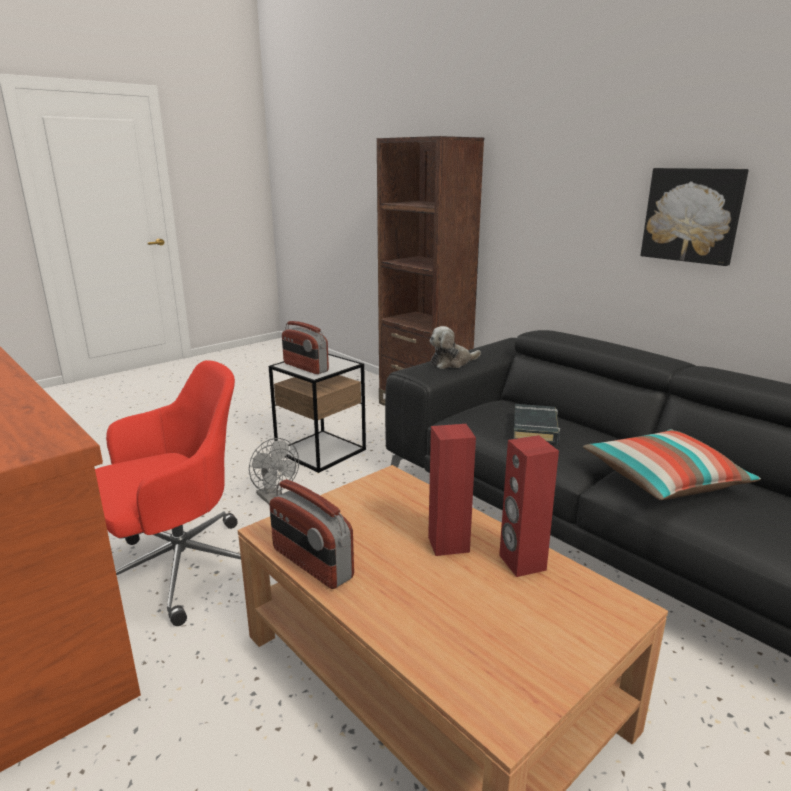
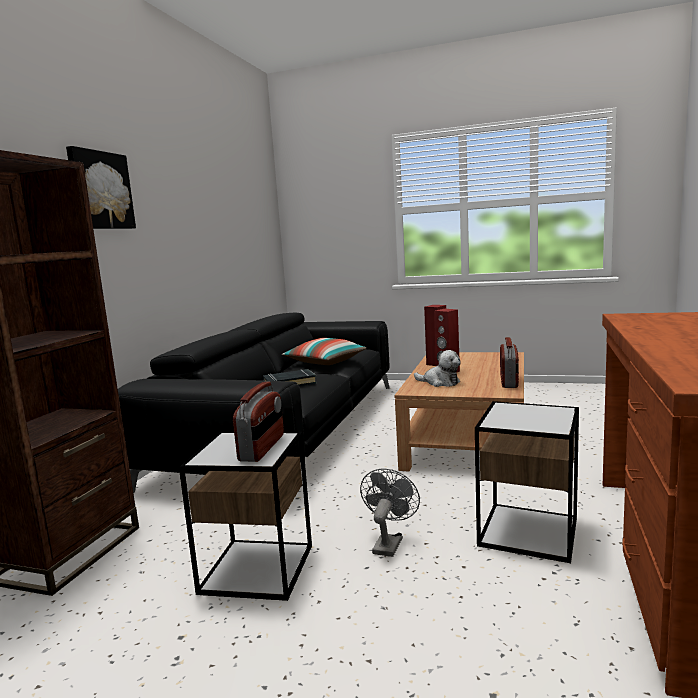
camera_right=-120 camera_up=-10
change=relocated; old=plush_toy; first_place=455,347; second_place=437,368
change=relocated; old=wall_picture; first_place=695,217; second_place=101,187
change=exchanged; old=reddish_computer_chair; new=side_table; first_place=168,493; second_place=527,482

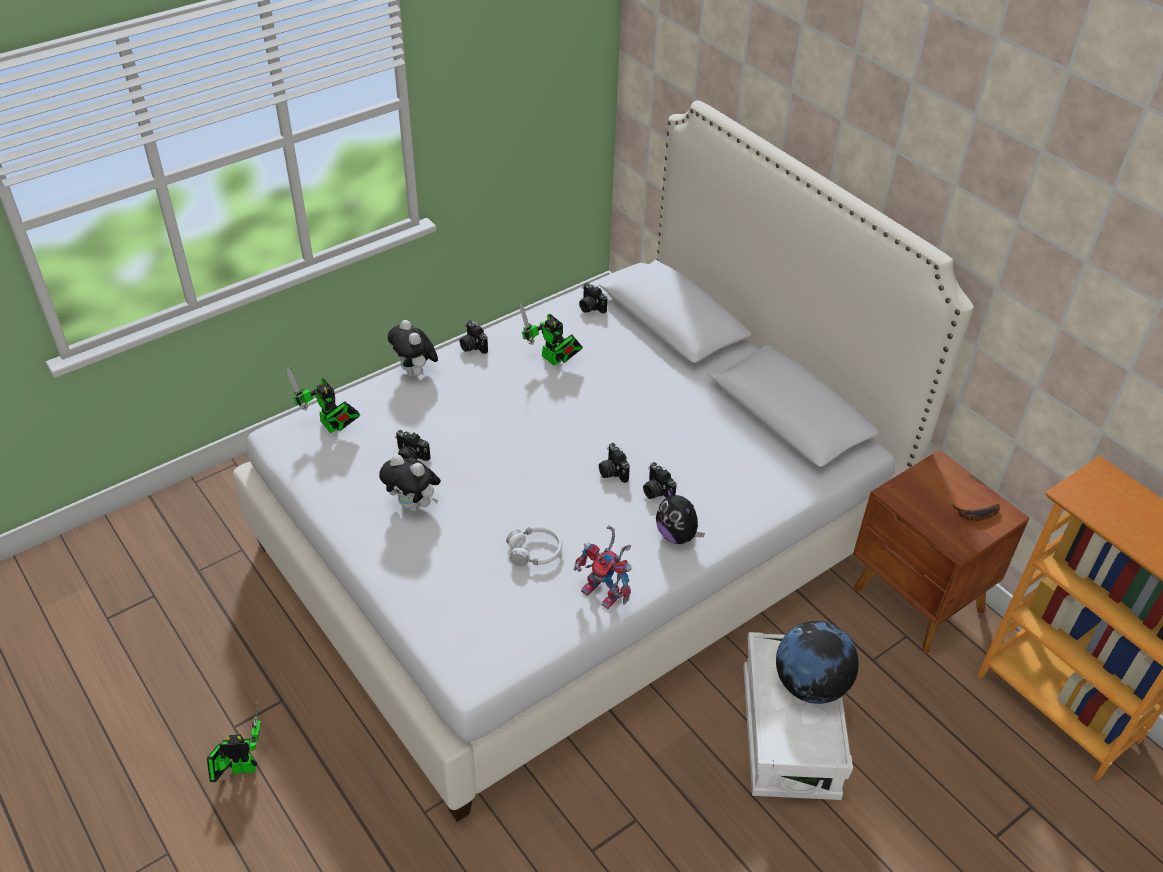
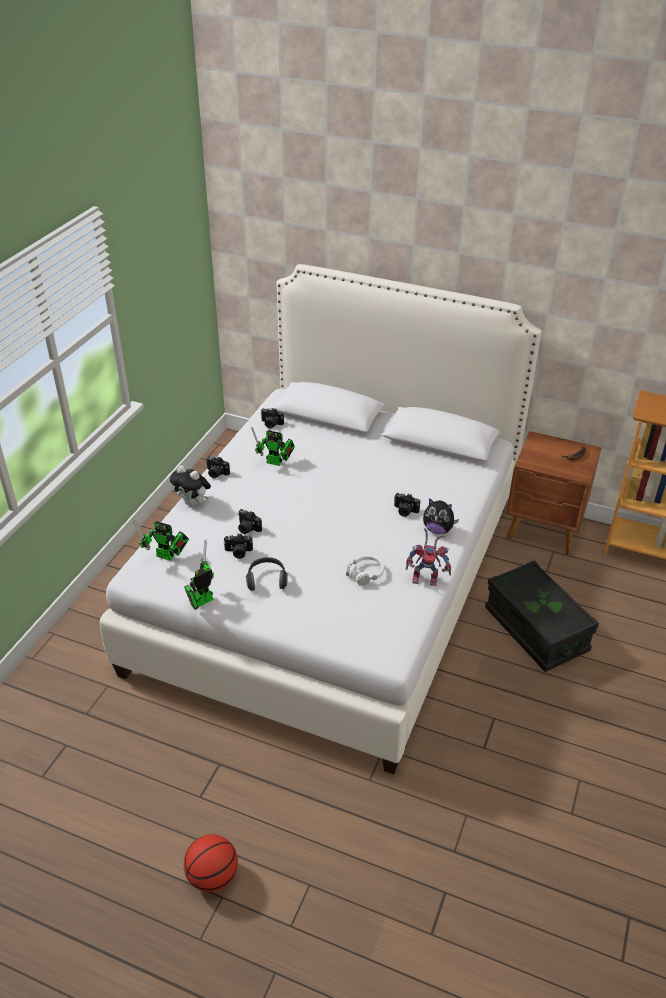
camera_right=-30 camera_up=-5
change=missing; old=desk_globe; first_place=817,662
change=appeared; new=ball_for_basketball; second_place=211,863
change=relocated; old=toy_robot; first_place=233,741; second_place=199,574
change=relocated; old=still_camera; first_place=614,463; second_place=250,521
change=exchanged; old=plush_toy; new=headphones; first_place=410,483; second_place=267,574
change=colour; old=white_storage_bin; new=blackish_storage_bin; first_place=798,716; second_place=542,616

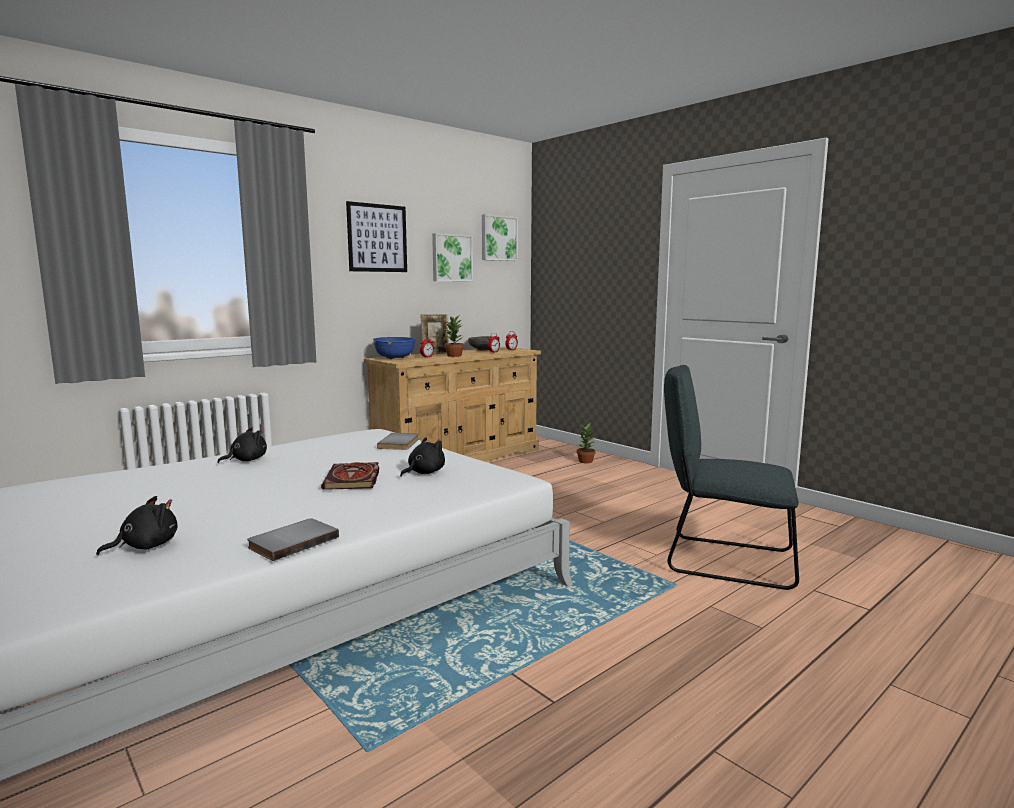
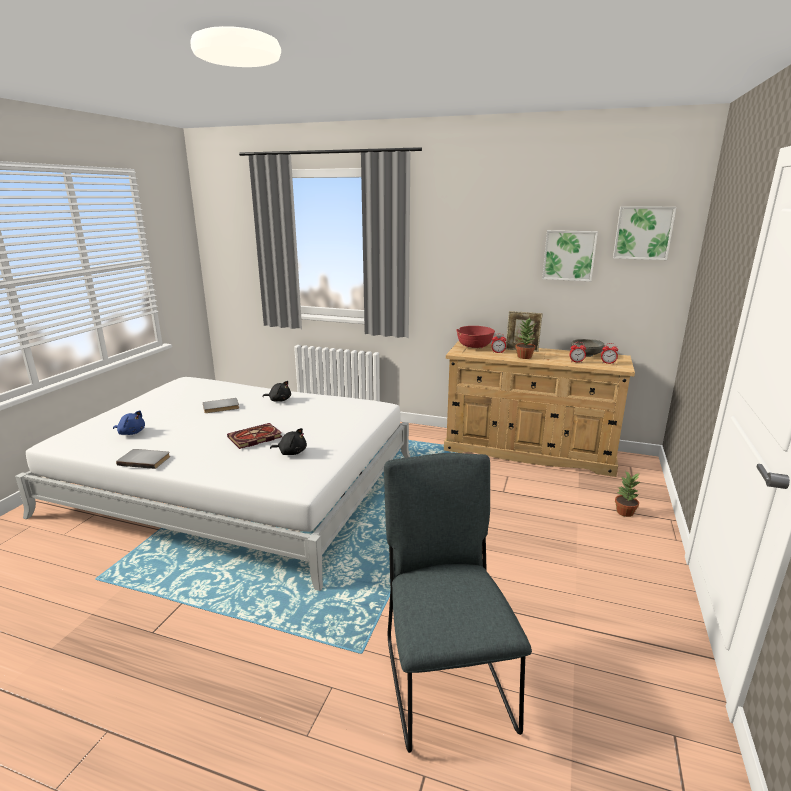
camera_right=60 camera_up=10
change=missing; old=wall_picture; first_place=376,236
change=relocated; old=grey_bound_book; first_place=398,441; second_place=221,405
change=colour; old=blackish_plush_toy; new=blue_plush_toy; first_place=137,526; second_place=129,422
change=colour; old=blue_bowl; new=reddish_bowl; first_place=394,348; second_place=475,337

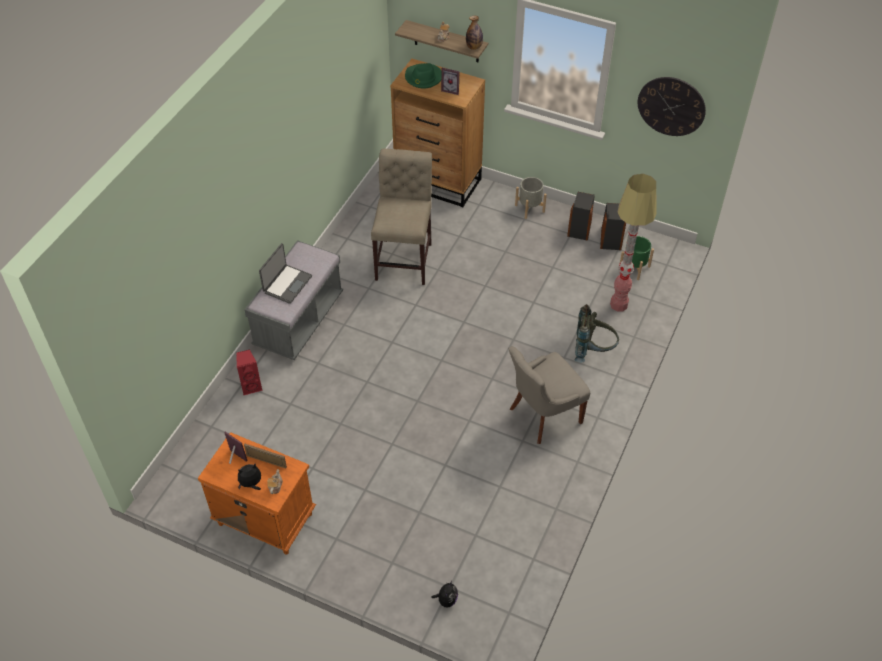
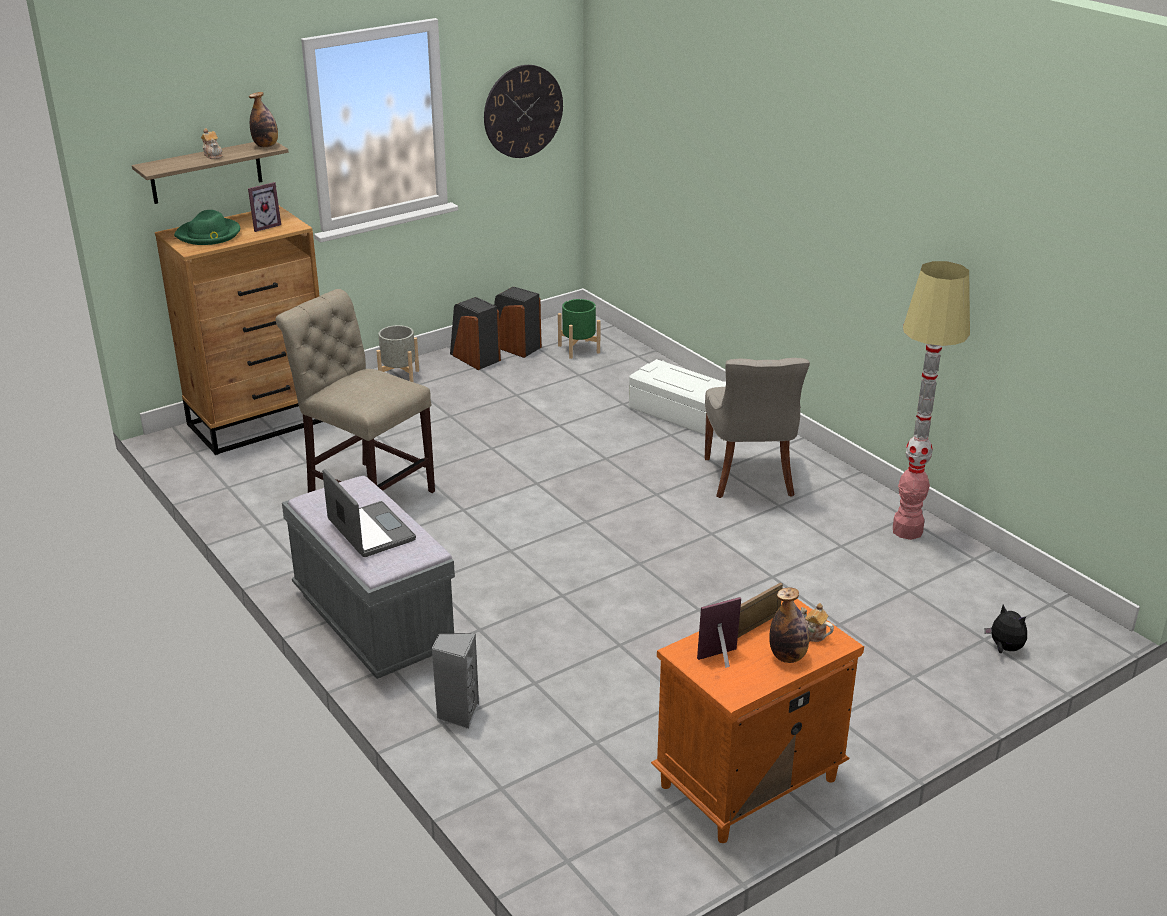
camera_right=-60 camera_up=-20
change=relocated; old=standing_lamp; first_place=633,243; second_place=931,400
change=exchanged; old=plush_toy; new=bottle; first_place=249,477; second_place=789,625
change=exchanged; old=grey_knapsack; new=white_storage_bin; first_place=597,333; second_place=677,397
change=colour; old=reddish_loudspeaker; new=grey_loudspeaker; first_place=249,372; second_place=455,681

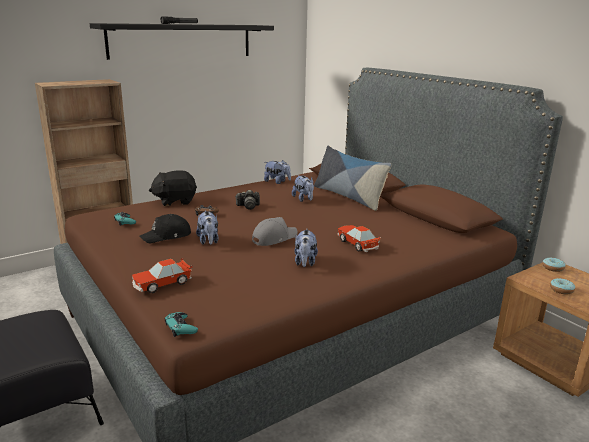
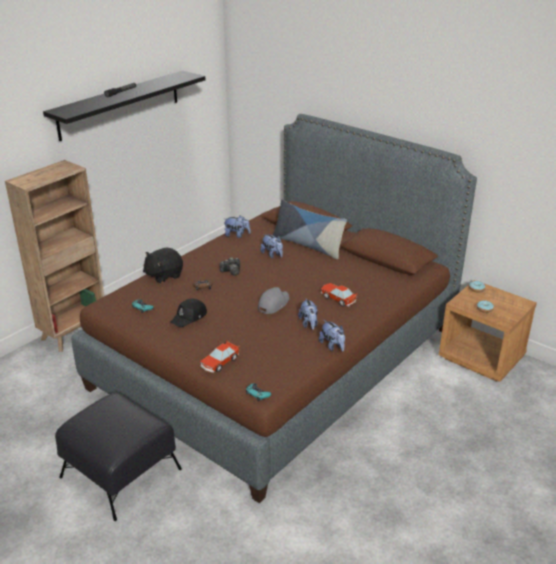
camera_right=-15 camera_up=10
change=relocated; old=plush_toy; first_place=207,227; second_place=332,336

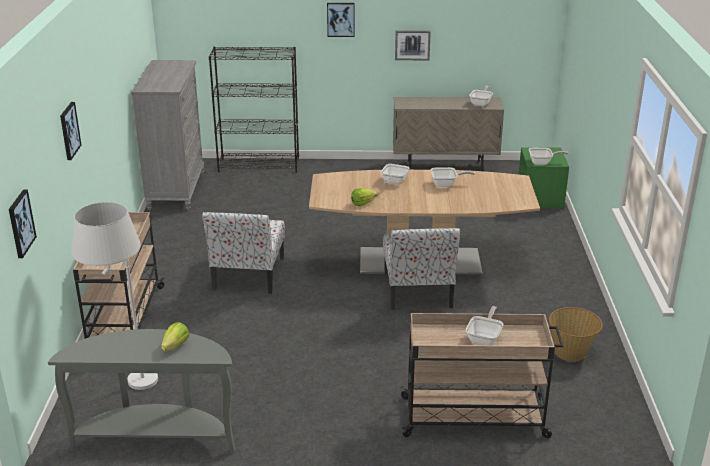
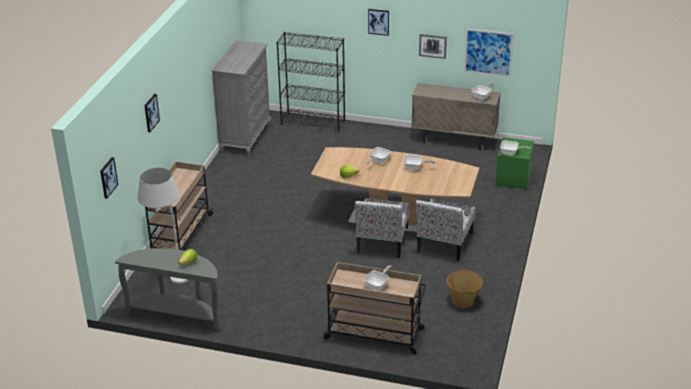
camera_right=15 camera_up=5
change=appeared; new=wall_picture; second_place=489,53
change=relocated; old=upright_chair; first_place=243,253; second_place=446,230

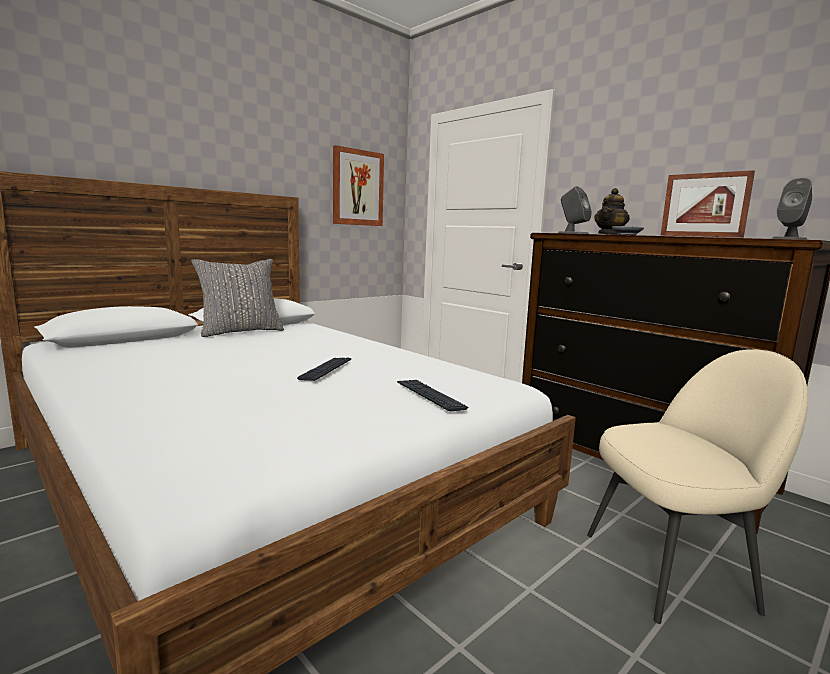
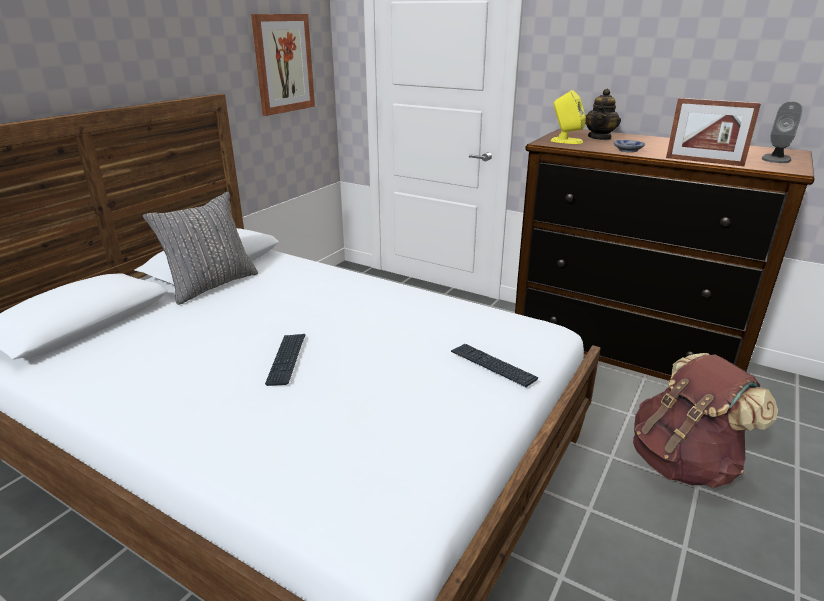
camera_right=-15 camera_up=15
change=relocated; old=keyboard; first_place=324,369; second_place=285,360
change=exchanged; old=beige-coloured_upright_chair; new=brown-coloured_knapsack; first_place=697,486; second_place=705,420
change=colour; old=grey_loudspeaker; new=yellow-coloured_loudspeaker; first_place=575,210; second_place=568,117

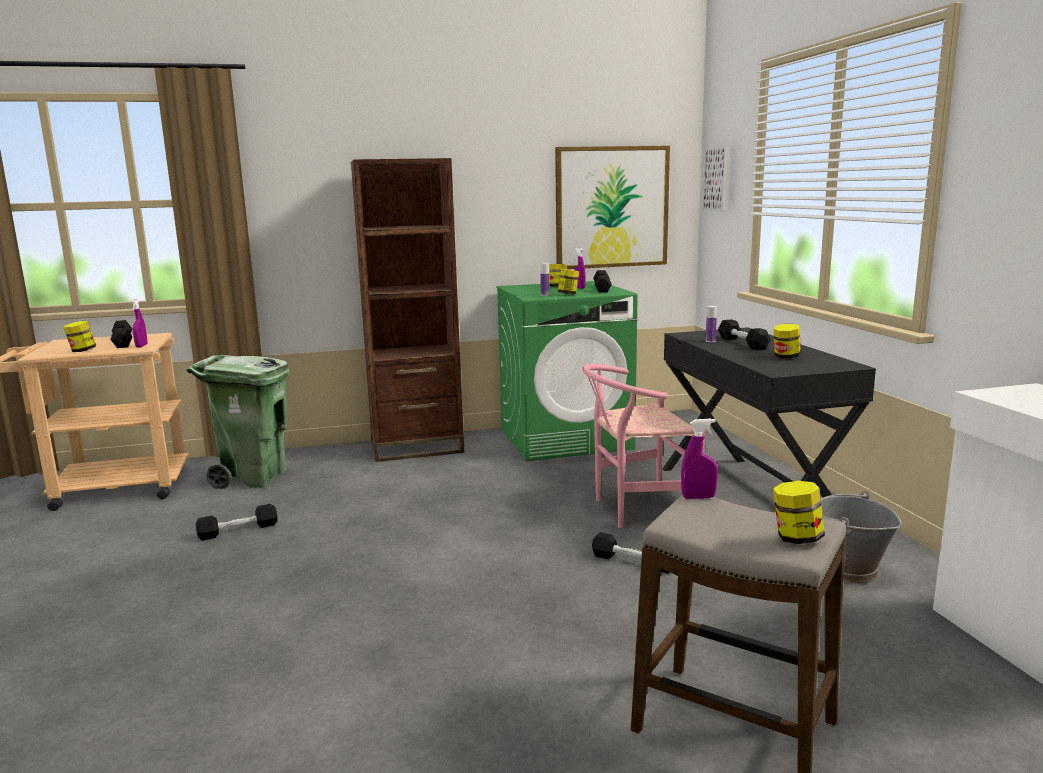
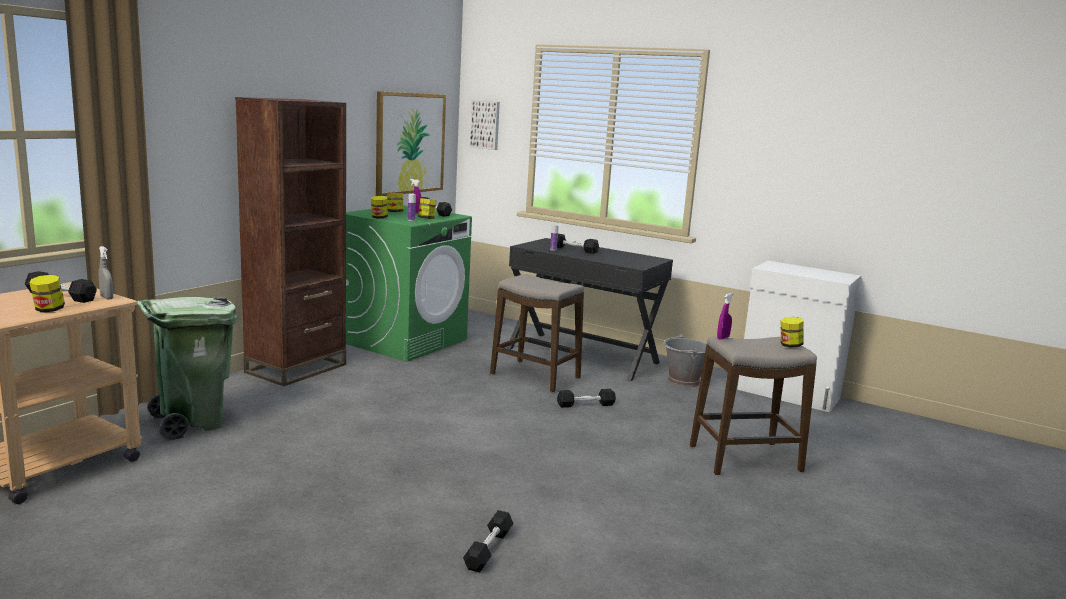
camera_right=-45 camera_up=0
change=relocated; old=blackish_free_weight; first_place=236,522; second_place=488,541
change=relocated; old=preserve_jar; first_place=787,341; second_place=379,207
change=exchanged; old=pink_upright_chair; new=stool; first_place=644,446; second_place=537,333
change=colour; old=purple_spray_bottle; new=grey_spray_bottle; first_place=139,323; second_place=106,272

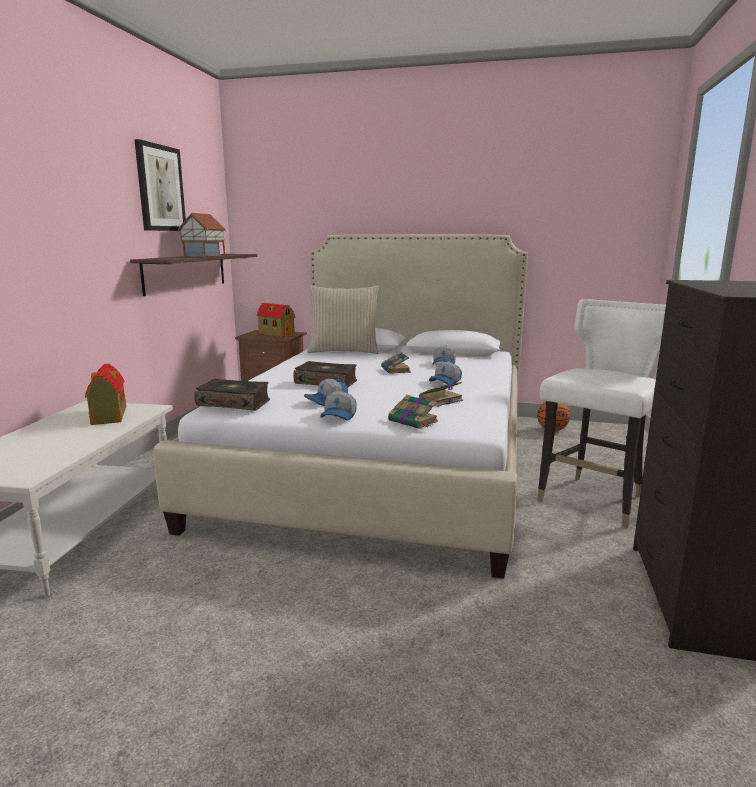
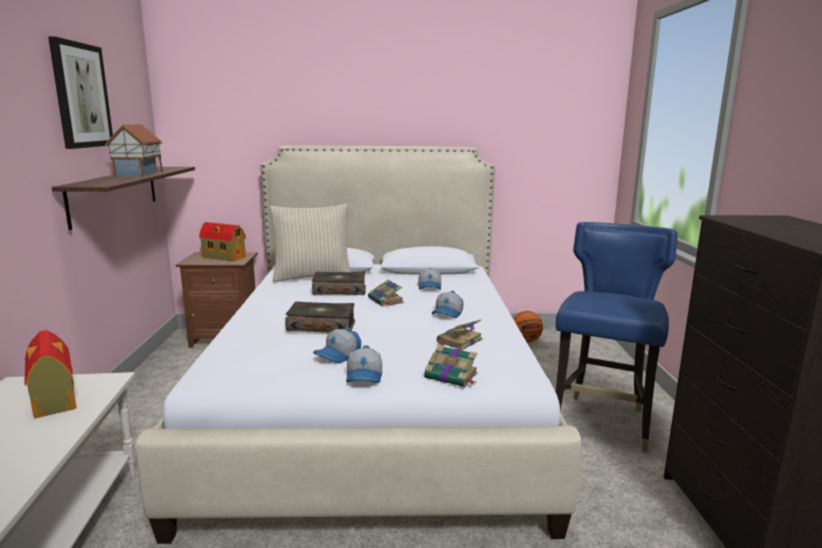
camera_right=-15 camera_up=0
change=relocated; old=bound_book; first_place=232,395; second_place=339,283
change=colour; old=white_upright_chair; new=blue_upright_chair; first_place=601,413; second_place=616,337

